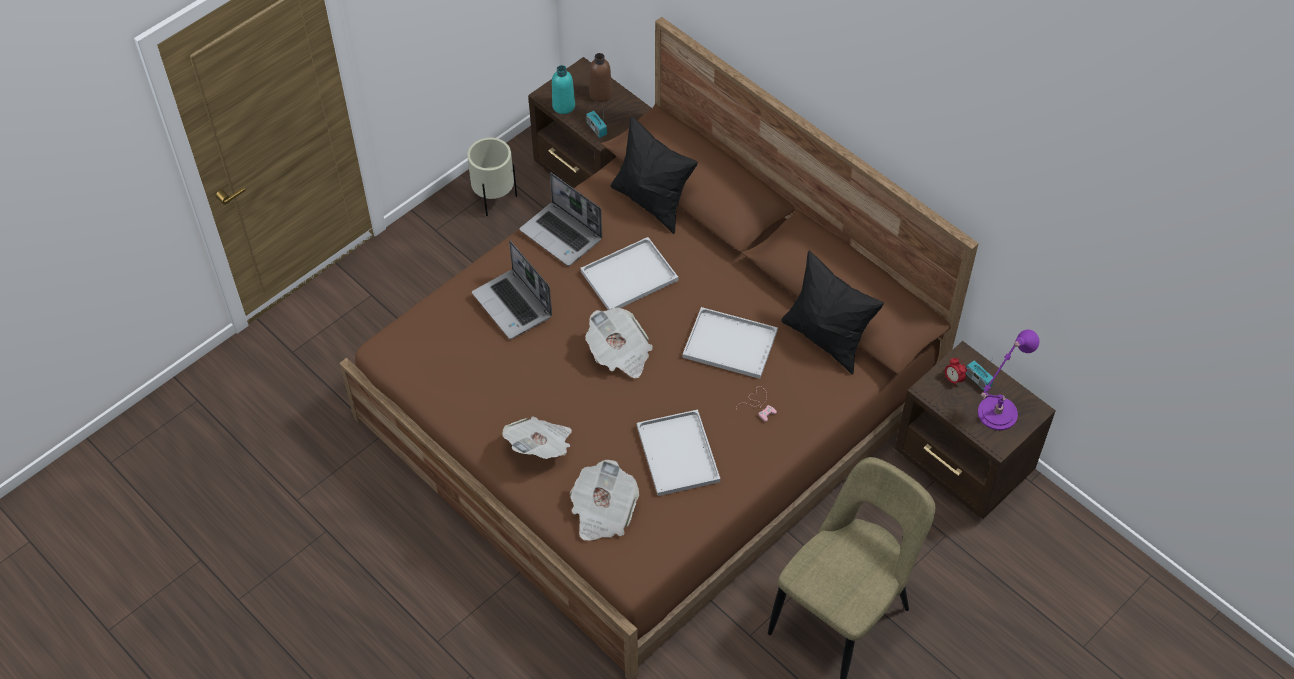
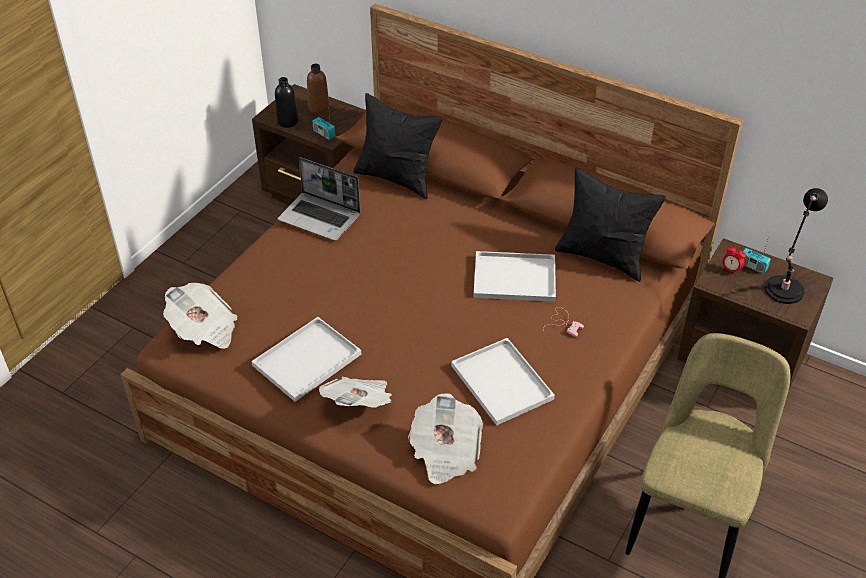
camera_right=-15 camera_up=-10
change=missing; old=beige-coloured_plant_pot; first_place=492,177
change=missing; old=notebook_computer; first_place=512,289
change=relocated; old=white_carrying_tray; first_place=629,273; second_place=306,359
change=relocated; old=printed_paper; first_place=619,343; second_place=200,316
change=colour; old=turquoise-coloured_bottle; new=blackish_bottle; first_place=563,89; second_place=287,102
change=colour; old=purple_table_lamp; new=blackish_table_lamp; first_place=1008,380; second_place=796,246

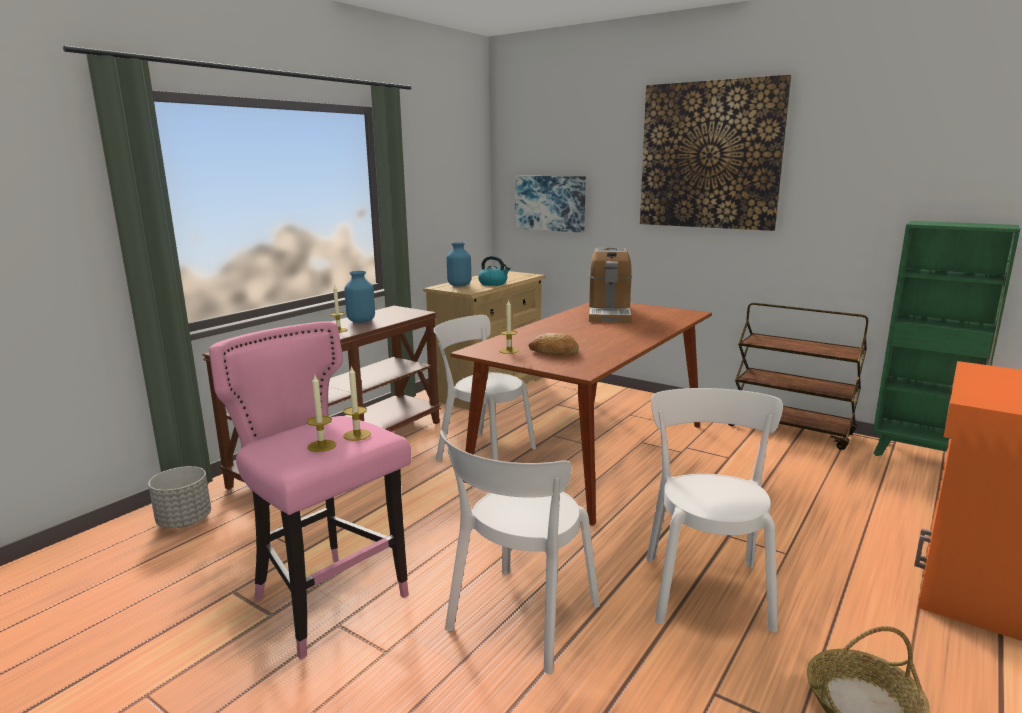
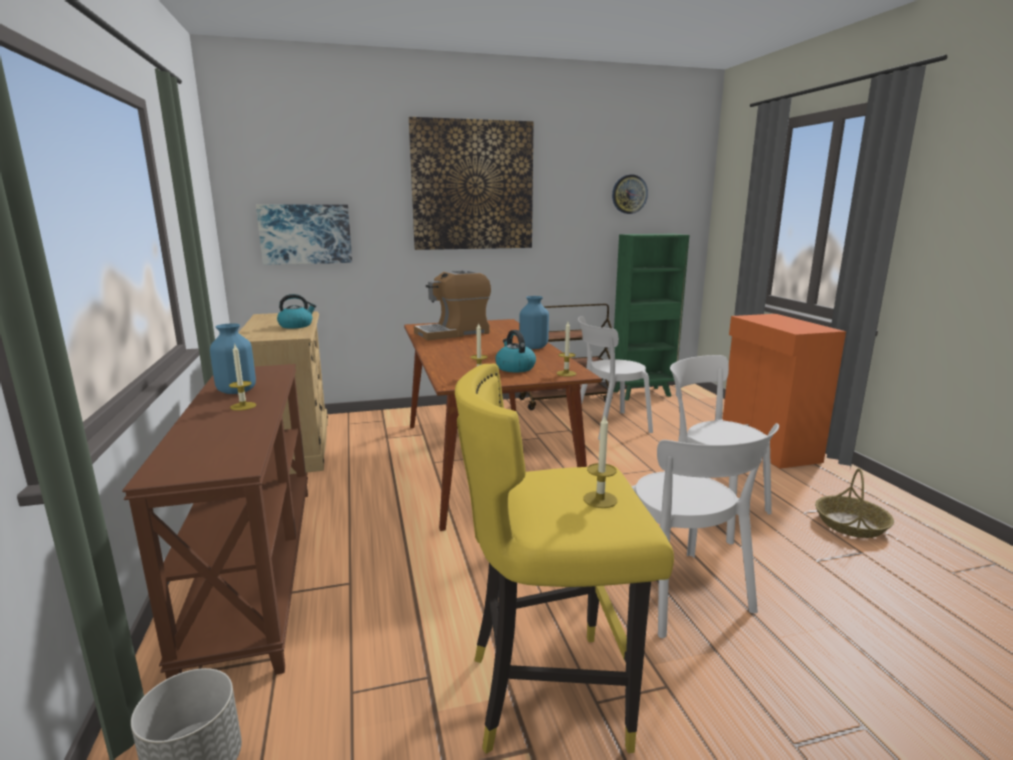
camera_right=-50 camera_up=0
change=appeared; new=hanging_clock; second_place=630,194
change=relocated; old=wax_candle; first_place=357,403; second_place=566,349
change=relocated; old=white_upright_chair; first_place=484,388; second_place=615,378
change=relocated; old=blue_vase; first_place=459,264; second_place=534,322
change=exchanged; old=bread; new=kettle; first_place=554,344; second_place=515,351
change=colour; old=pink_stool; new=yellow-coloured_stool; first_place=310,490; second_place=564,558
change=spun; old=coffee_maker; first_place=610,285; second_place=452,305; degrees=105

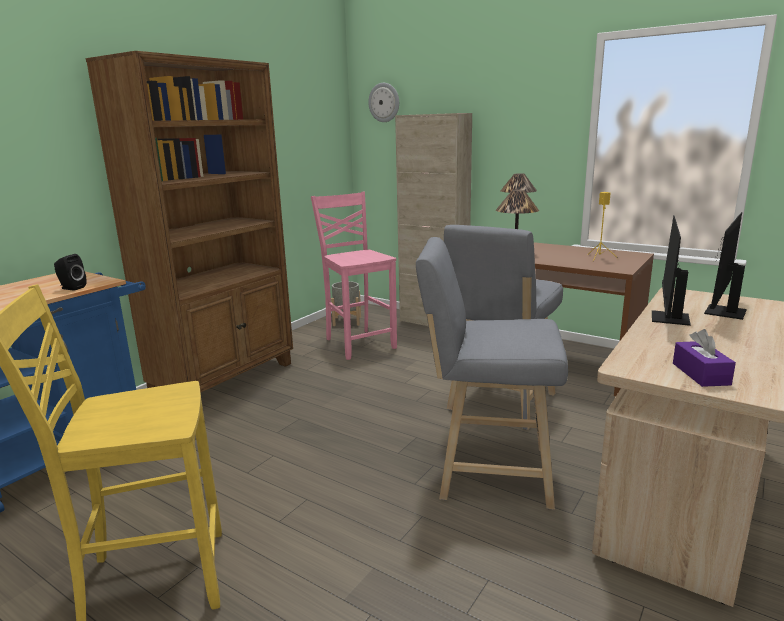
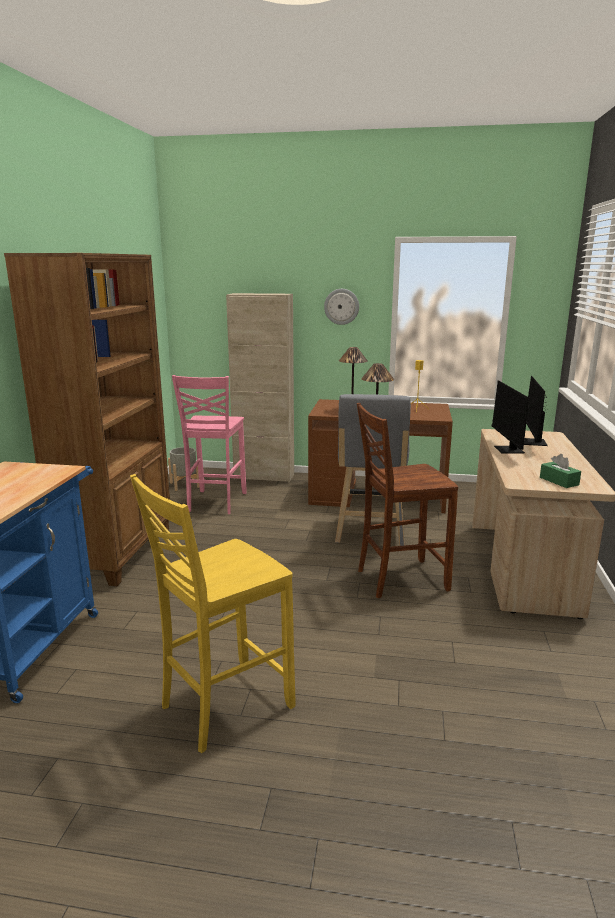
camera_right=-25 camera_up=0
change=missing; old=blackish_loudspeaker; first_place=70,272
change=relocated; old=hanging_clock; first_place=383,102; second_place=341,307
change=exchanged; old=grey_stool; new=brown-coloured_upright_chair; first_place=492,373; second_place=407,500
change=colour; old=purple_box_of_tissues; new=green_box_of_tissues; first_place=704,358; second_place=560,471
change=spun; old=pink_upright_chair; first_place=354,276; second_place=209,444; degrees=-120

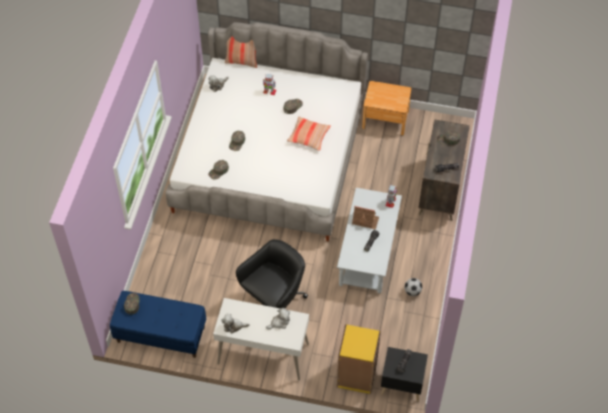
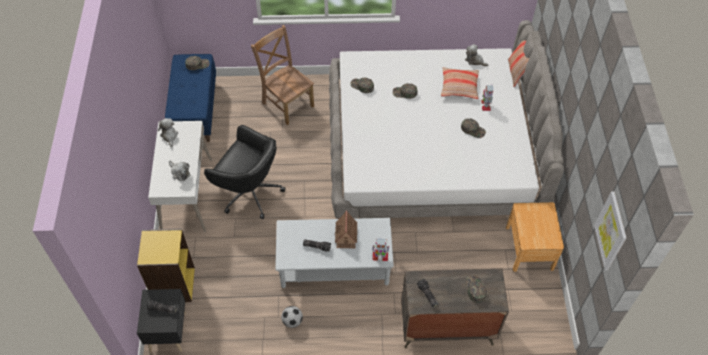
camera_right=75 camera_up=0
change=appeared; new=brown-coloured_upright_chair; second_place=282,75
change=appeared; new=wall_picture; second_place=610,231
change=relocated; old=cushion; first_place=309,134; second_place=460,83

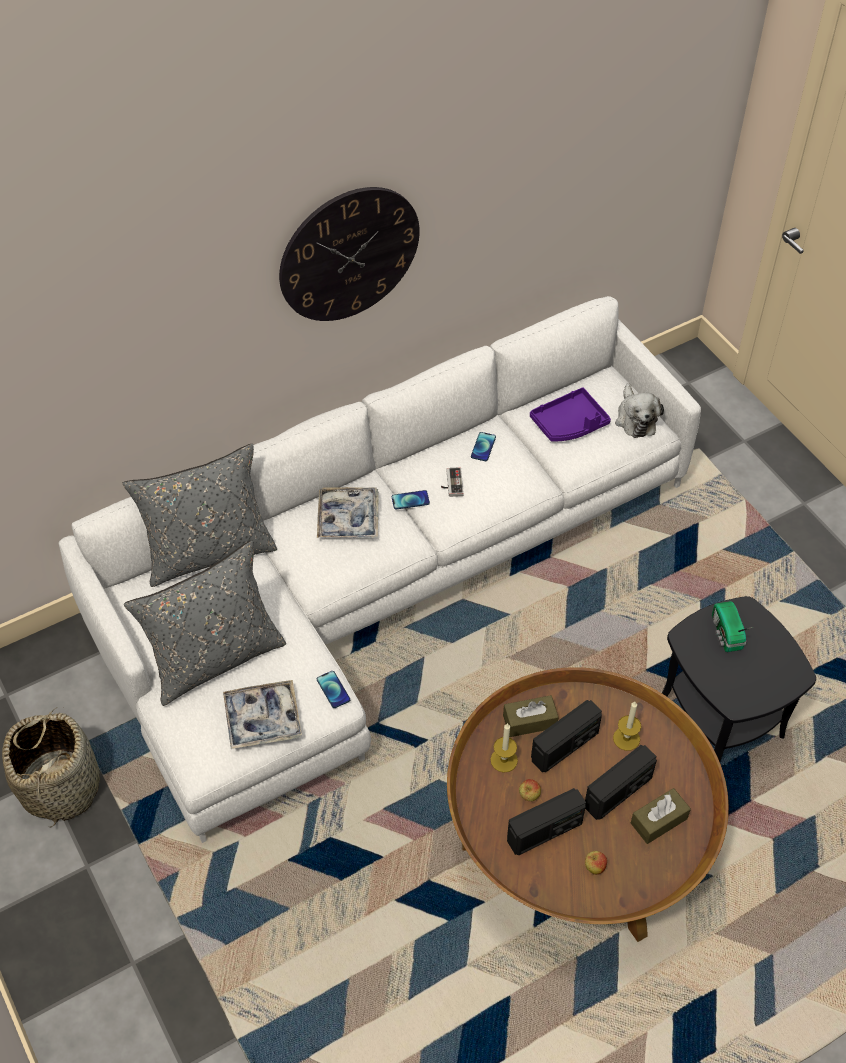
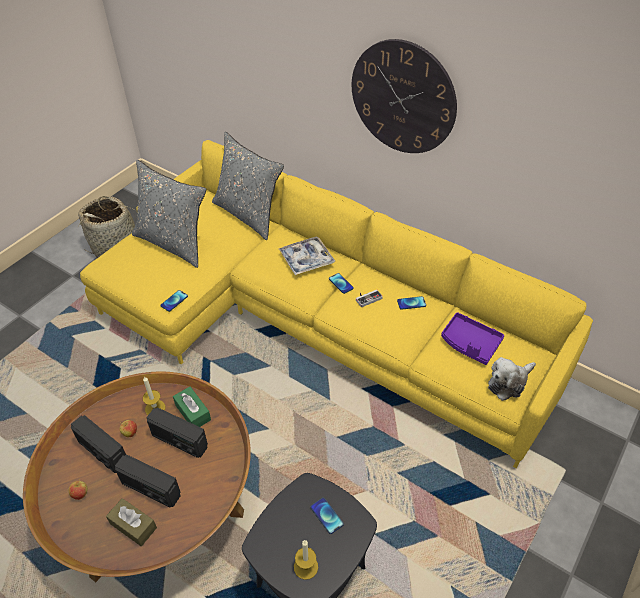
camera_right=65 camera_up=-5
change=missing; old=carrying_tray; first_place=262,714
change=relocated; old=wax_candle; first_place=627,726; second_place=306,560
change=exchanged; old=radio_receiver; new=phone; first_place=732,626; second_place=327,516
change=colour; old=white_settee; new=yellow-coloured_settee; first_place=380,569; second_place=336,304
change=colour; old=brown-coloured_box_of_tissues; new=green_box_of_tissues; first_place=531,716; second_place=192,407

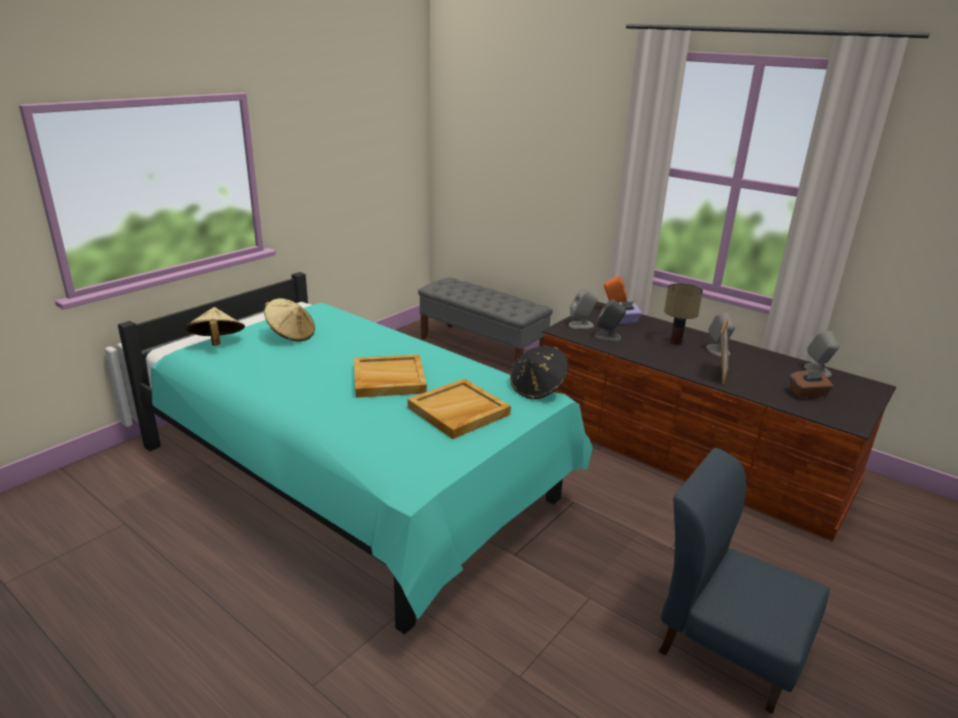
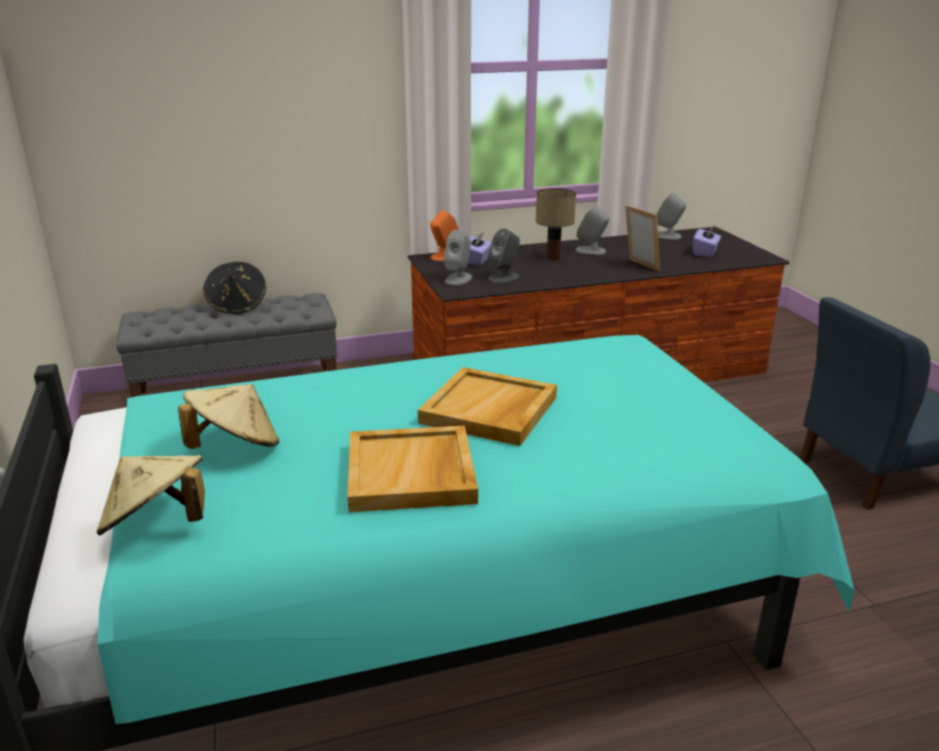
camera_right=-55 camera_up=0
change=relocated; old=beige-coloured_carrying_tray; first_place=459,409; second_place=412,469
change=relocated; old=blackish_hat; first_place=539,373; second_place=234,288
change=colour; old=brown-coloured_box_of_tissues; new=purple_box_of_tissues; first_place=811,385; second_place=707,241

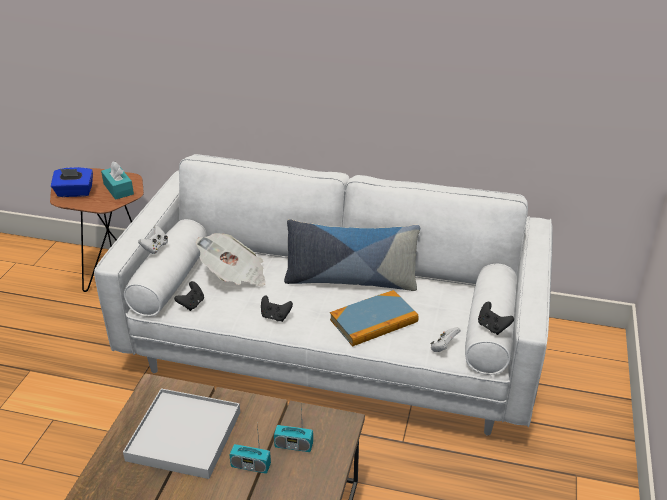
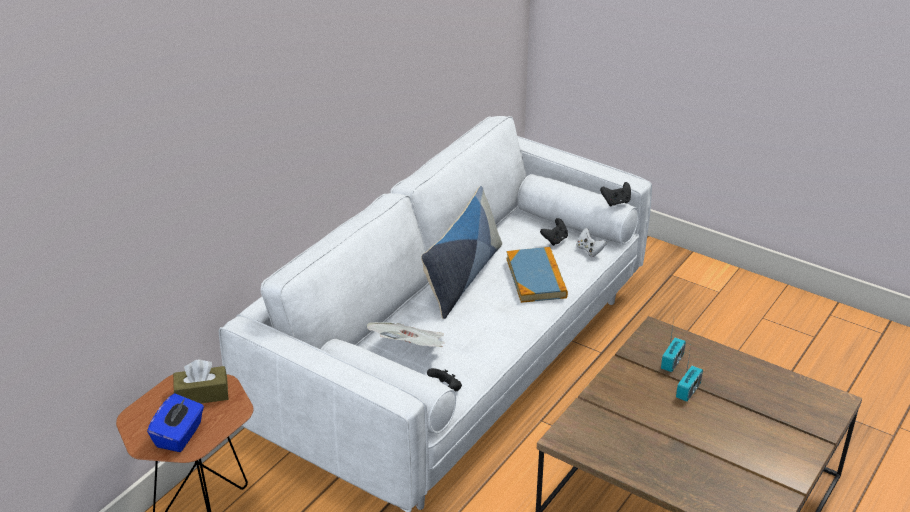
camera_right=-70 camera_up=0
change=missing; old=white_carrying_tray; first_place=181,433
change=missing; old=white_game_controller; first_place=153,239
change=relocated; old=blackish_game_controller; first_place=277,308; second_place=554,232
change=colour; old=turquoise-coloured_box_of_tissues; new=brown-coloured_box_of_tissues; first_place=117,180; second_place=200,381

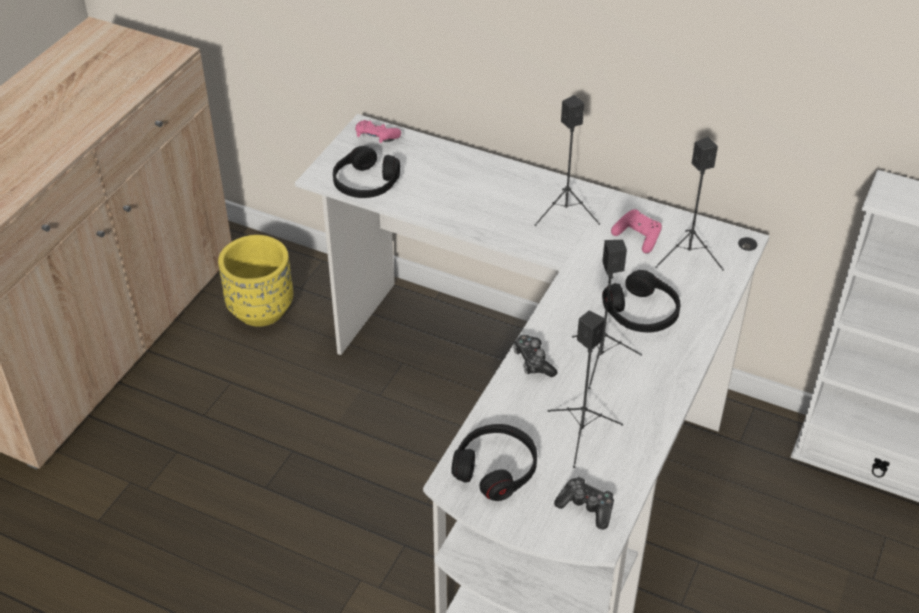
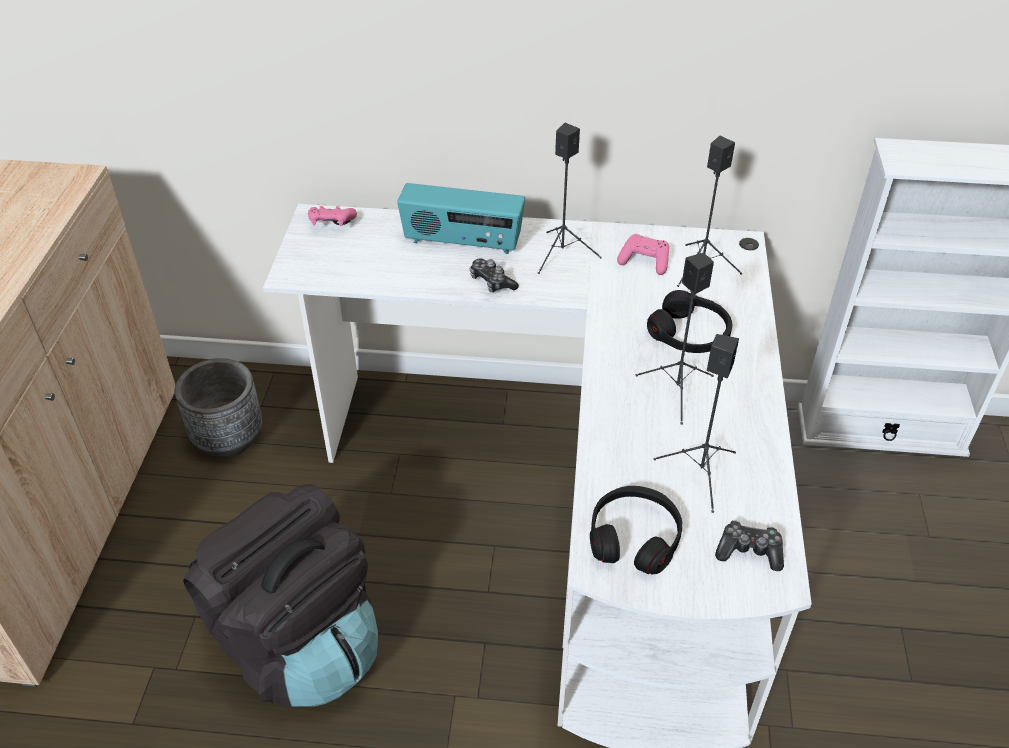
camera_right=-20 camera_up=0
change=missing; old=blackish_headphones; first_place=366,172
change=appeared; new=blackish_knapsack; second_place=280,595
change=appeared; new=radio_receiver; second_place=461,218
change=relocated; old=game_controller; first_place=535,356; second_place=494,276
change=colour; old=yellow-coloured_plant_pot; new=grey_plant_pot; first_place=255,281; second_place=218,407

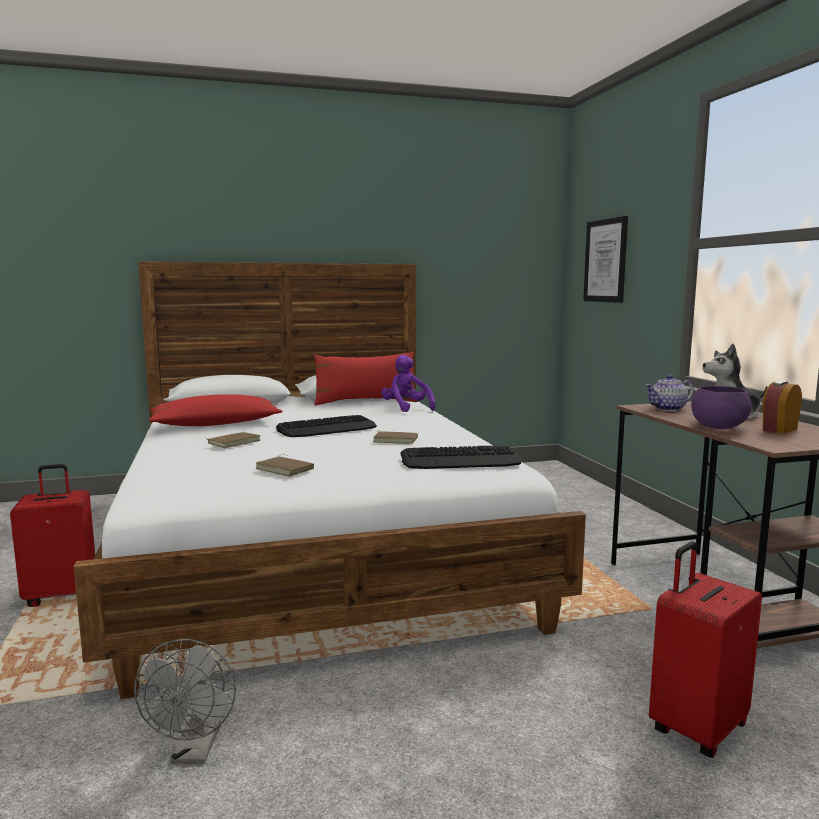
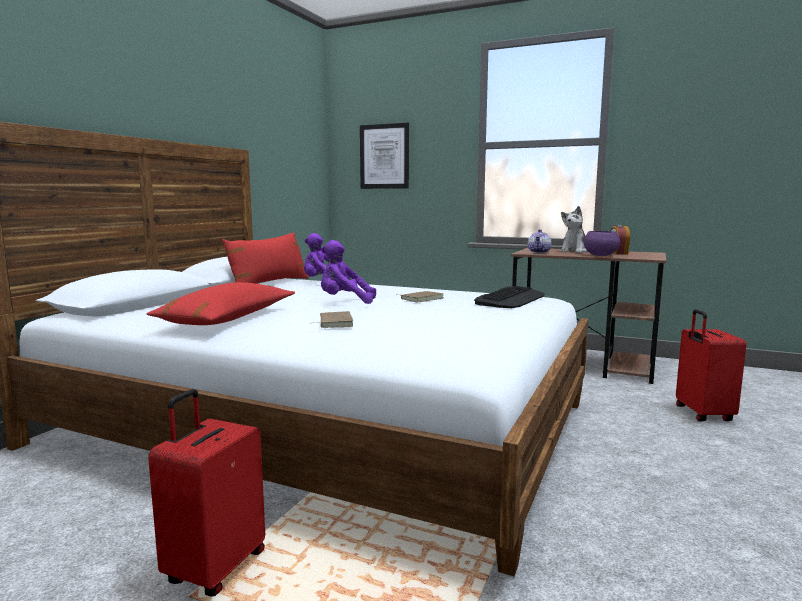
camera_right=-50 camera_up=0
change=missing; old=grey_electric_fan; first_place=185,701
change=missing; old=brown-coloured_bound_book; first_place=285,465
change=exchanged; old=keyboard; new=purple_plush_toy; first_place=326,426; second_place=348,272

